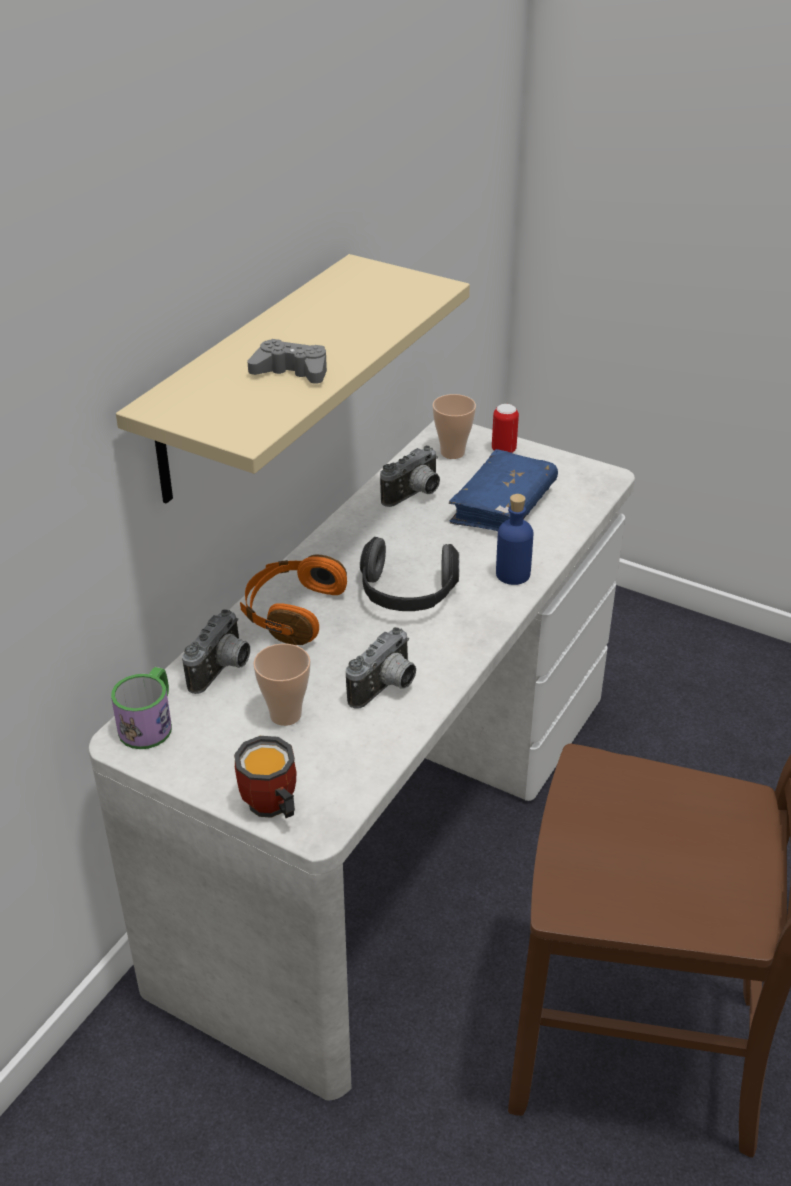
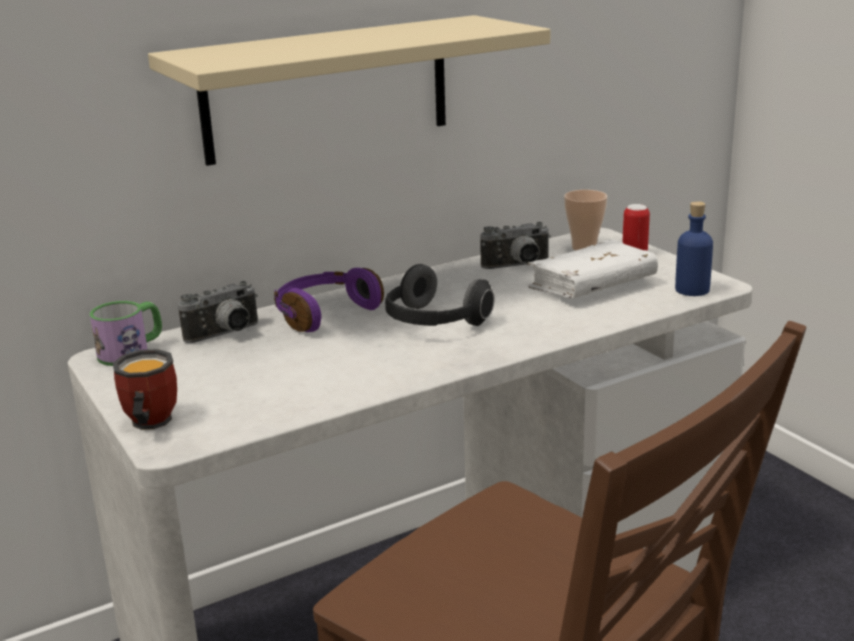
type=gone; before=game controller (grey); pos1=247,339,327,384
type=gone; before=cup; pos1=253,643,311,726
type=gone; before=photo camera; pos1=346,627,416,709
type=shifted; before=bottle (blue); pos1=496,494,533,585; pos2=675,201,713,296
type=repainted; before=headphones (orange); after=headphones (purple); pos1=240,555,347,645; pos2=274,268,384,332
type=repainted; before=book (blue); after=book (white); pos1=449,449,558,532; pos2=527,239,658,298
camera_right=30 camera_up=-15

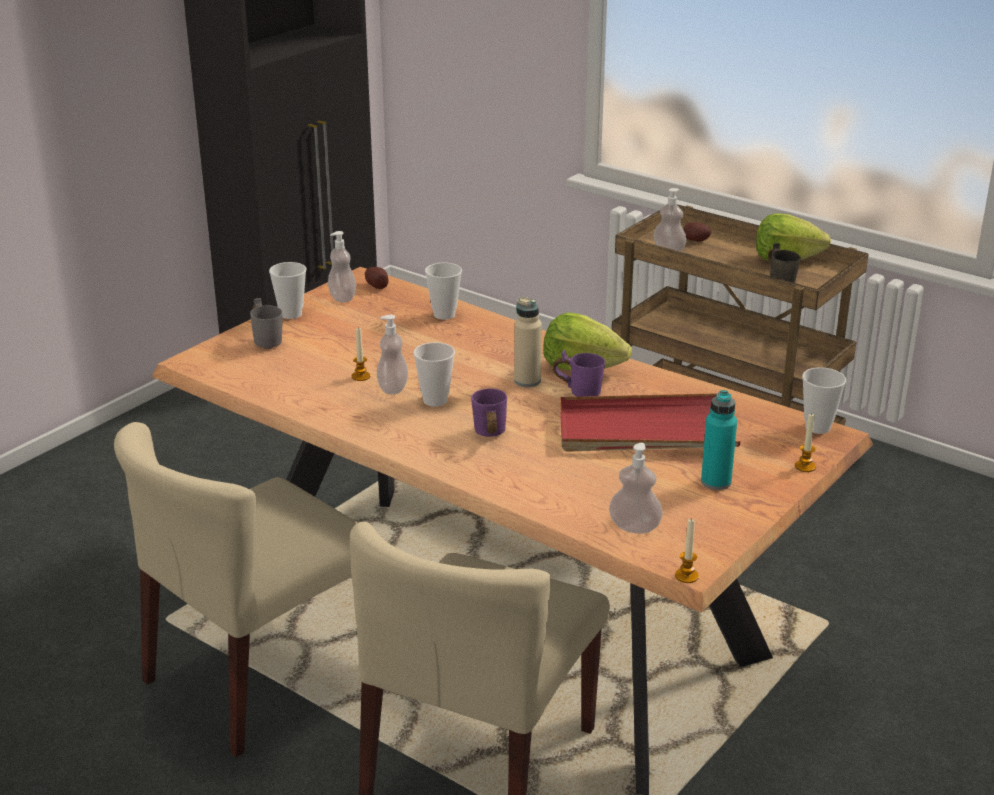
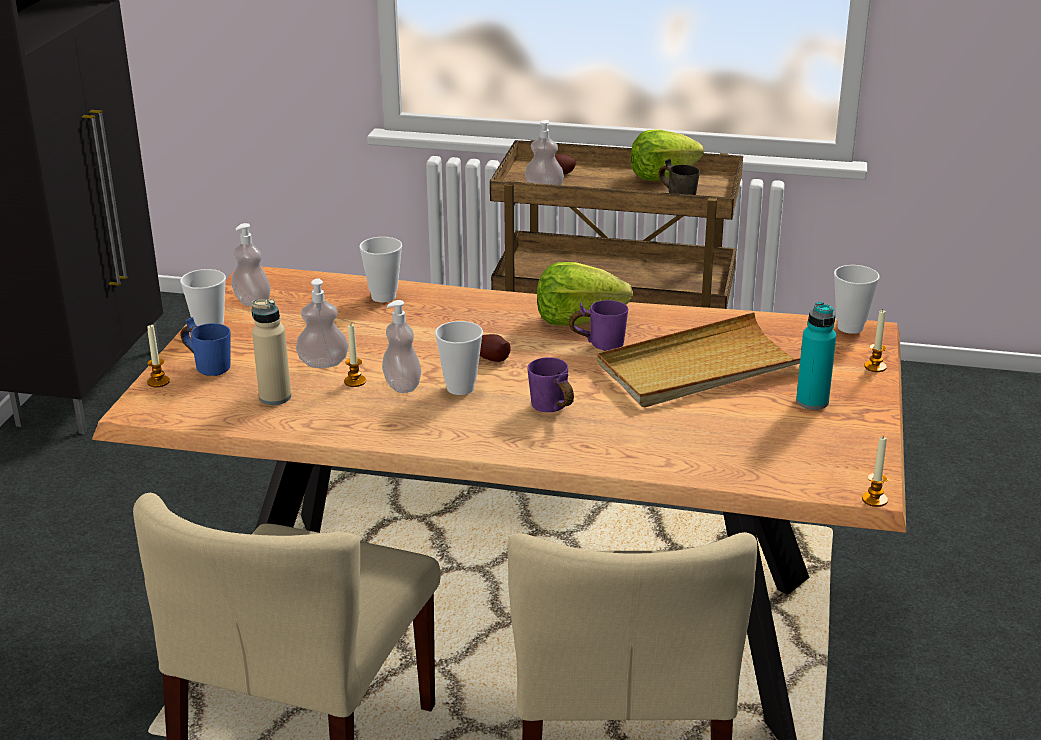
type=new; after=candle; pos2=147,325,170,388
type=shifted; before=potato; pos1=365,267,389,289; pos2=480,334,511,362
type=shifted; before=bottle (beige); pos1=514,297,542,387; pos2=252,299,291,405
type=shifted; before=soap dispenser; pos1=609,443,663,534; pos2=296,279,348,368
type=repainted; before=mug (grey); after=mug (blue); pos1=250,298,283,349; pos2=181,317,230,376
type=repainted; before=tray (red); after=tray (beige); pos1=560,393,741,452; pos2=597,312,800,407
camera_right=-25 camera_up=0

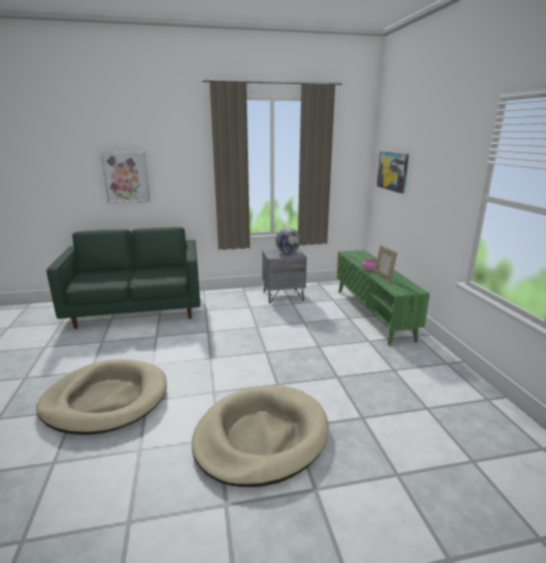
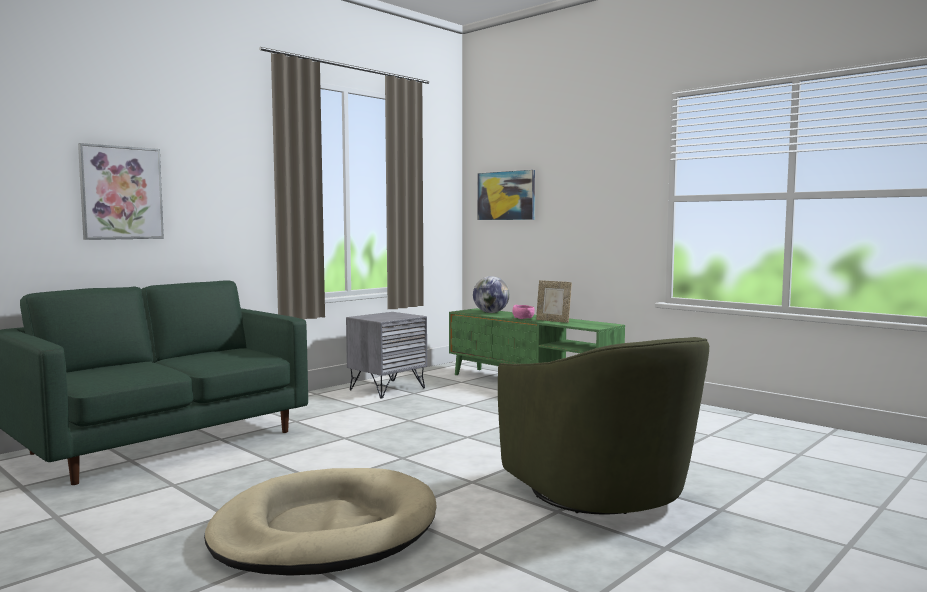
type=shifted; before=globe; pos1=275,228,301,253; pos2=473,276,510,313
type=swapped; before=dog bed (beige); after=armchair (green); pos1=192,385,329,487; pos2=498,337,709,514
camera_right=-35 camera_up=-15

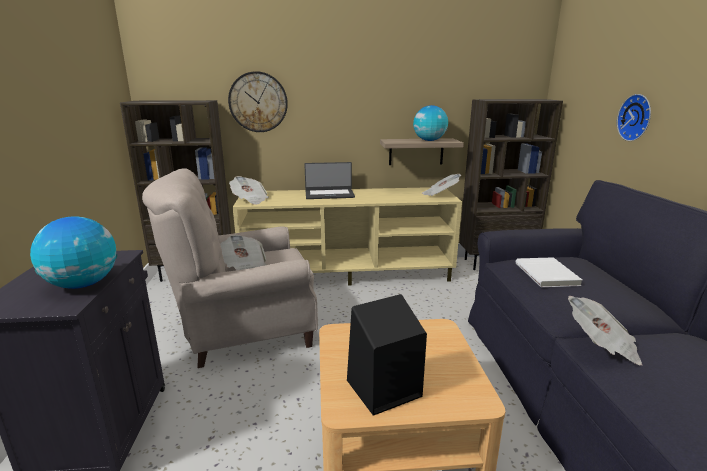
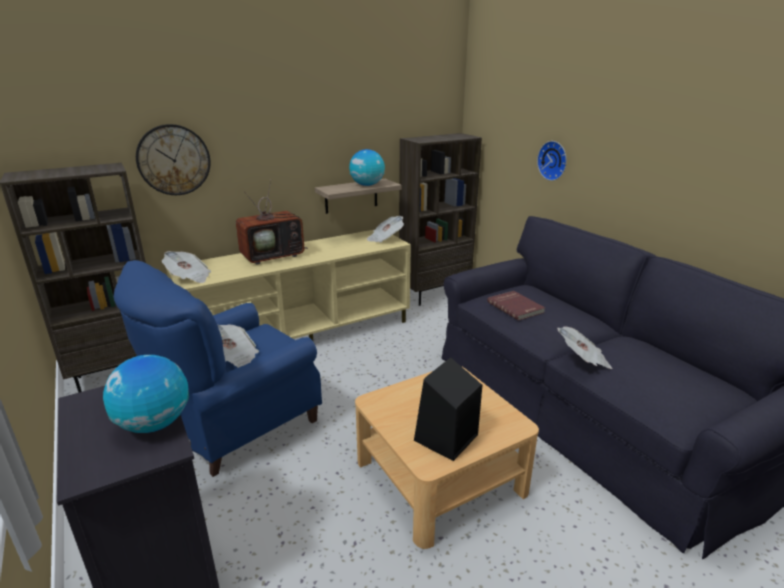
type=swapped; before=laptop; after=television; pos1=304,162,355,199; pos2=236,181,307,264
type=repainted; before=armchair (beige); after=armchair (blue); pos1=142,168,318,368; pos2=114,260,322,477
type=repainted; before=book (white); after=book (red); pos1=516,257,582,287; pos2=487,291,545,321
camera_right=-25 camera_up=5

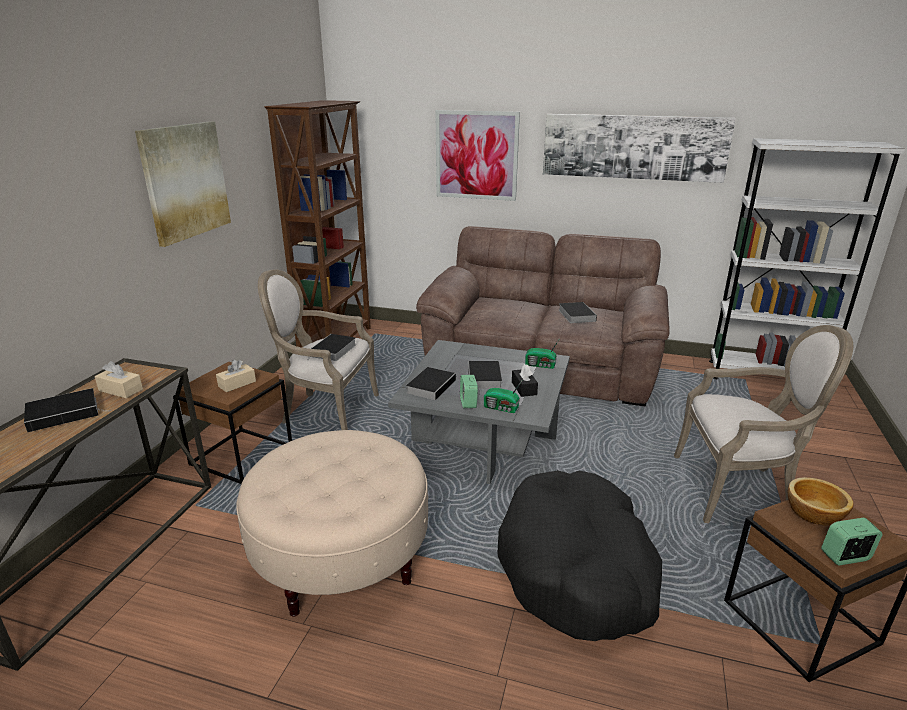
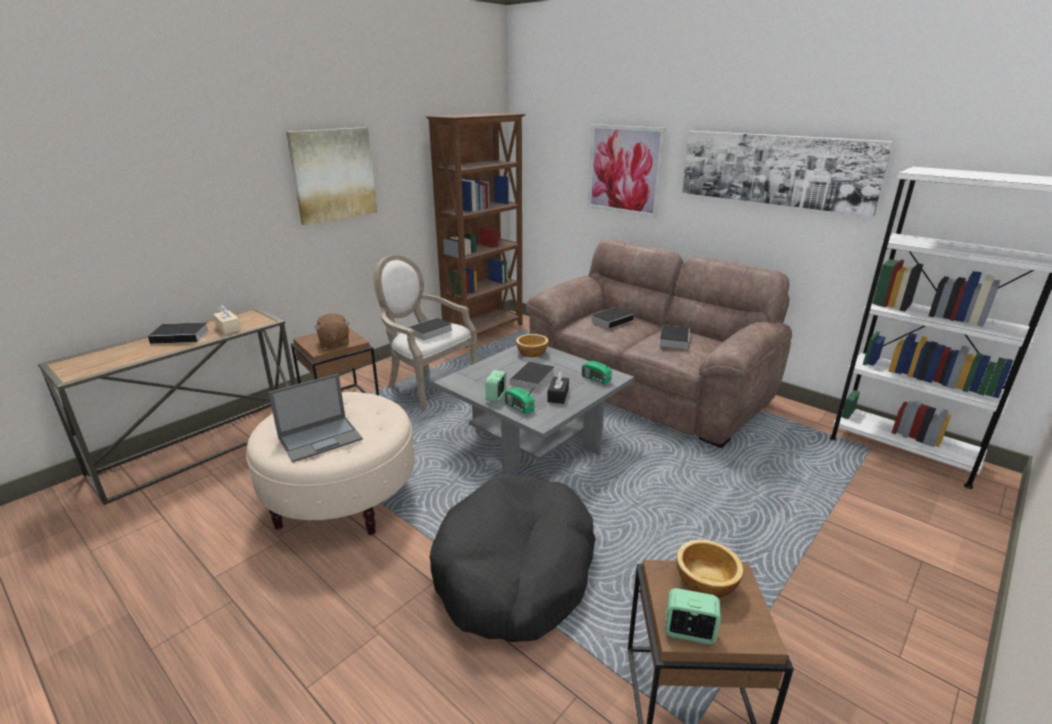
type=gone; before=armchair; pos1=674,325,853,523
type=new; after=laptop; pos2=268,374,363,462
type=new; after=bowl; pos2=516,334,549,357
type=shifted; before=book; pos1=406,367,456,400; pos2=591,307,634,328
type=swapped; before=tissue box (beige); after=plush toy (brown); pos1=216,360,256,392; pos2=314,313,350,349
camera_right=25 camera_up=0

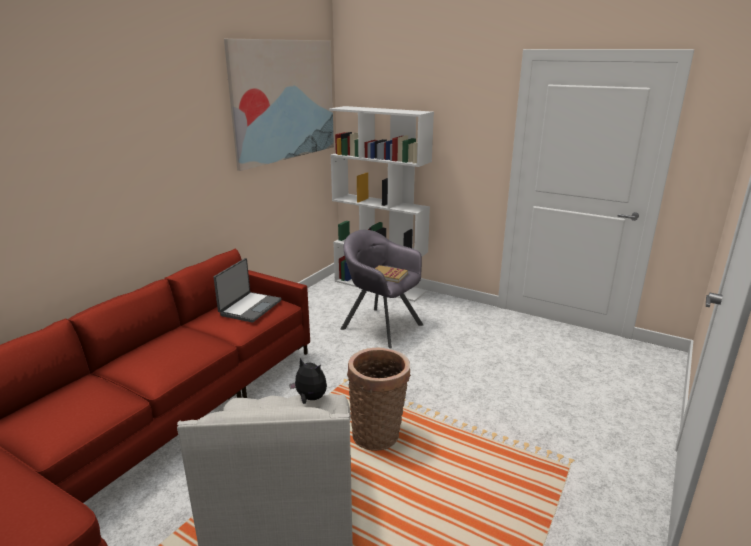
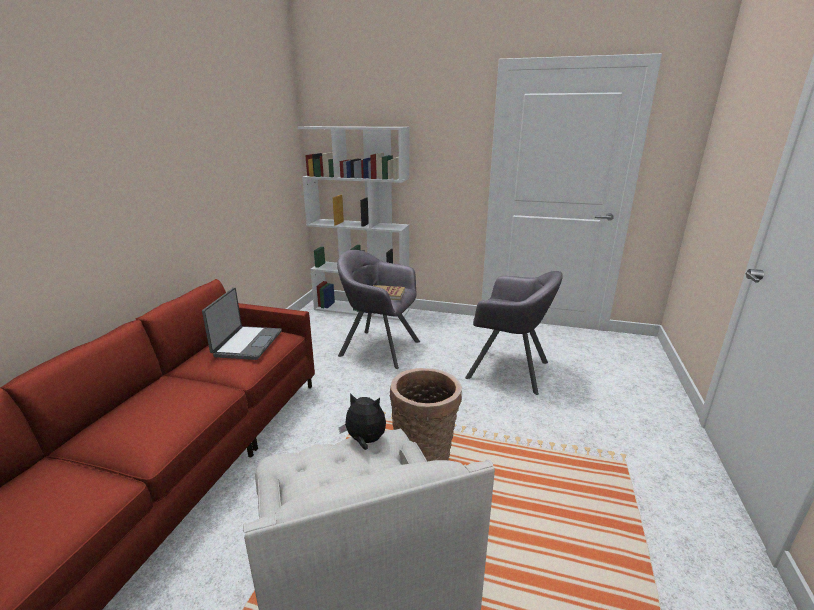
type=gone; before=picture; pos1=224,39,334,171
type=new; after=armchair (grey); pos2=465,271,563,395
camera_right=-15 camera_up=0

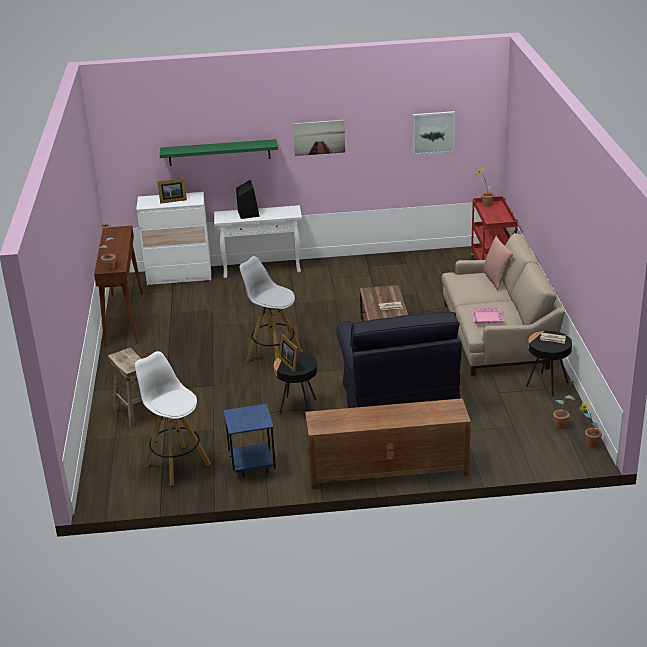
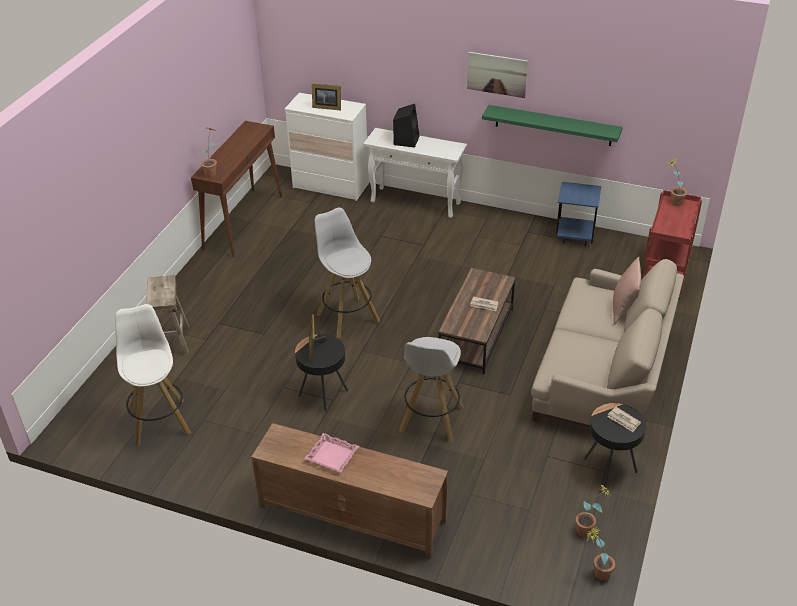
type=gone; before=picture; pos1=413,111,455,155
type=shifted; before=shelf (green); pos1=160,139,278,166; pos2=482,105,623,146
type=shifted; before=side table (blue); pos1=223,404,276,477; pos2=556,182,601,246
type=shifted; before=tray (pink); pos1=471,307,504,324; pos2=304,433,359,473
type=swapped; before=armchair (black); after=stool (white); pos1=336,311,462,408; pos2=399,337,464,442
camera_right=25 camera_up=10

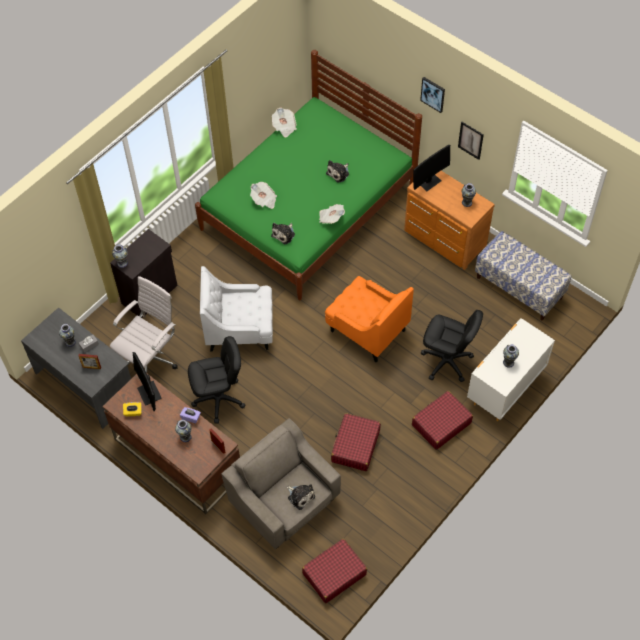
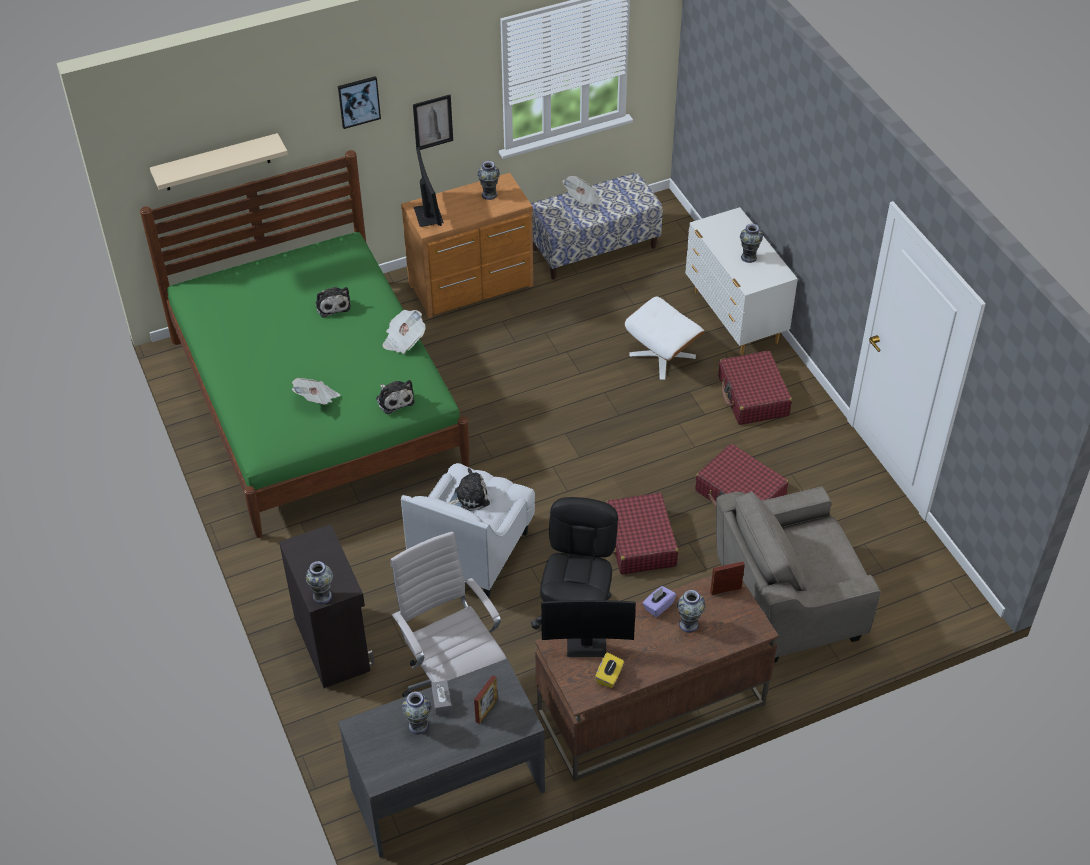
type=gone; before=armchair (orange); pos1=325,276,414,363
type=new; after=shelf (beige); pos2=150,133,288,190
type=shifted; before=newspaper; pos1=272,107,297,137; pos2=563,176,602,206
type=shifted; before=plush toy; pos1=286,484,315,510; pos2=448,468,490,511
type=shifted; before=suitcase (red); pos1=302,539,367,603; pos2=606,493,679,575
type=swapped; before=office chair (black); after=ottoman (white); pos1=421,310,483,382; pos2=624,296,705,380
camera_right=-65 camera_up=-10

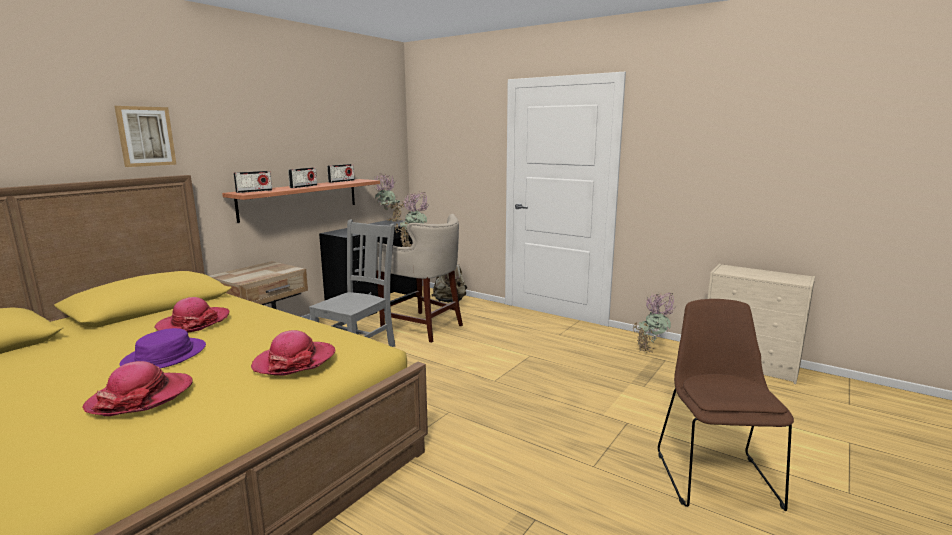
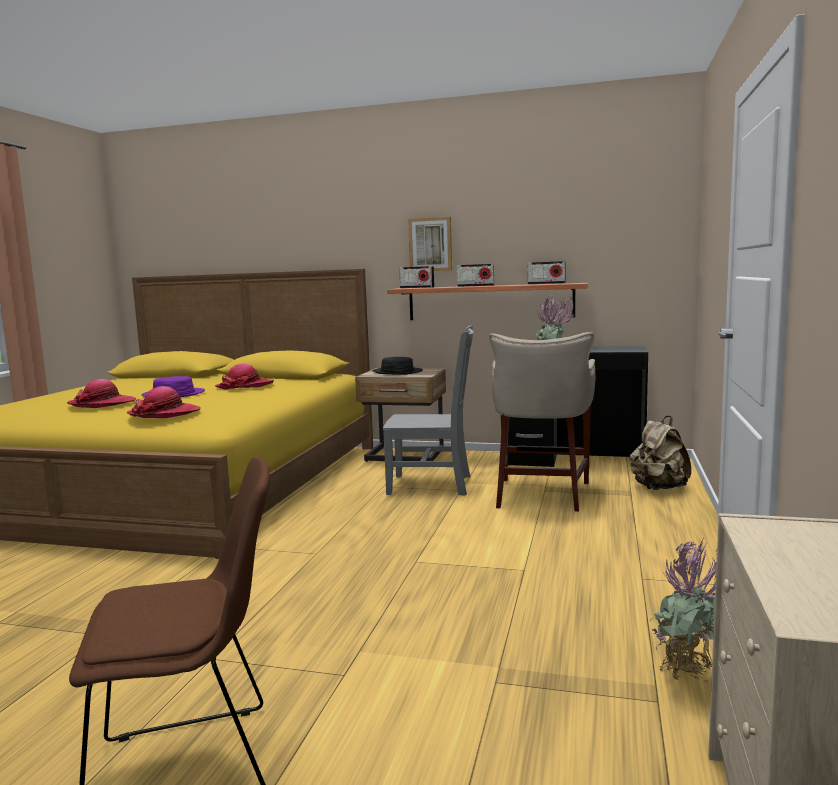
type=gone; before=potted plant; pos1=374,173,405,222
type=new; after=hat (black); pos2=373,357,423,375
type=shifted; before=picture; pos1=115,106,177,167; pos2=408,217,452,271
camera_right=70 camera_up=-5

